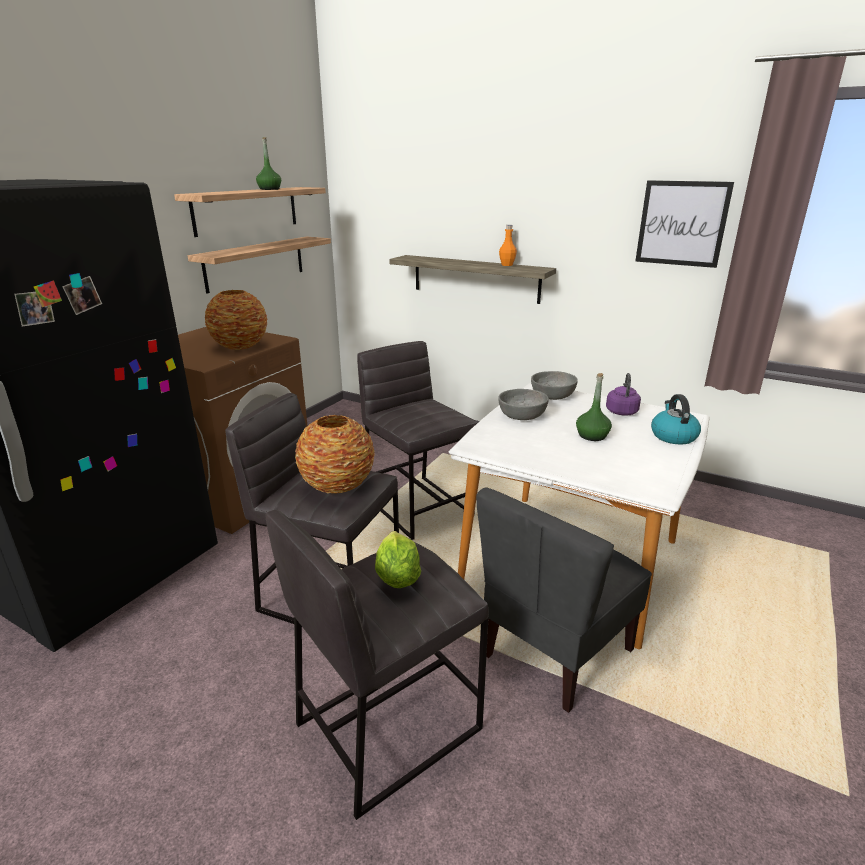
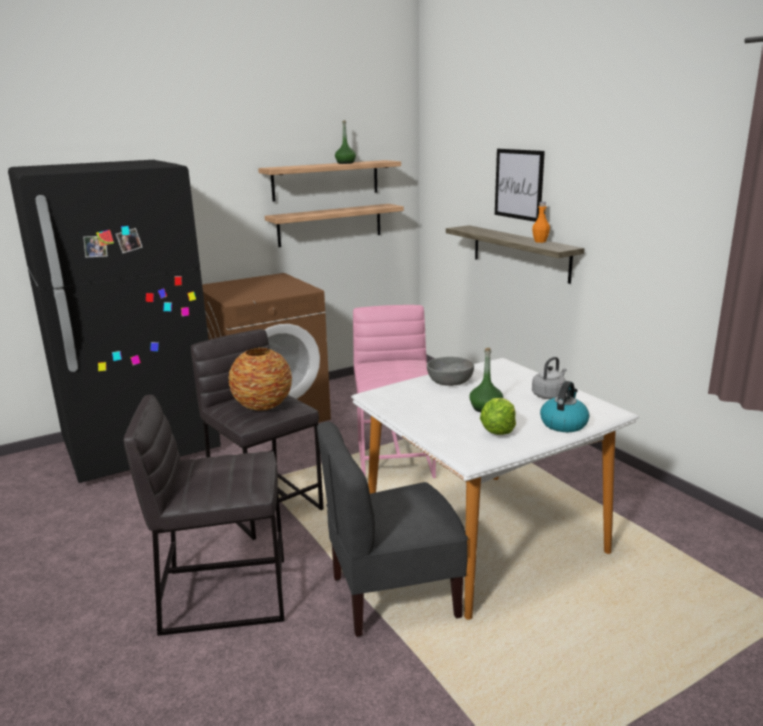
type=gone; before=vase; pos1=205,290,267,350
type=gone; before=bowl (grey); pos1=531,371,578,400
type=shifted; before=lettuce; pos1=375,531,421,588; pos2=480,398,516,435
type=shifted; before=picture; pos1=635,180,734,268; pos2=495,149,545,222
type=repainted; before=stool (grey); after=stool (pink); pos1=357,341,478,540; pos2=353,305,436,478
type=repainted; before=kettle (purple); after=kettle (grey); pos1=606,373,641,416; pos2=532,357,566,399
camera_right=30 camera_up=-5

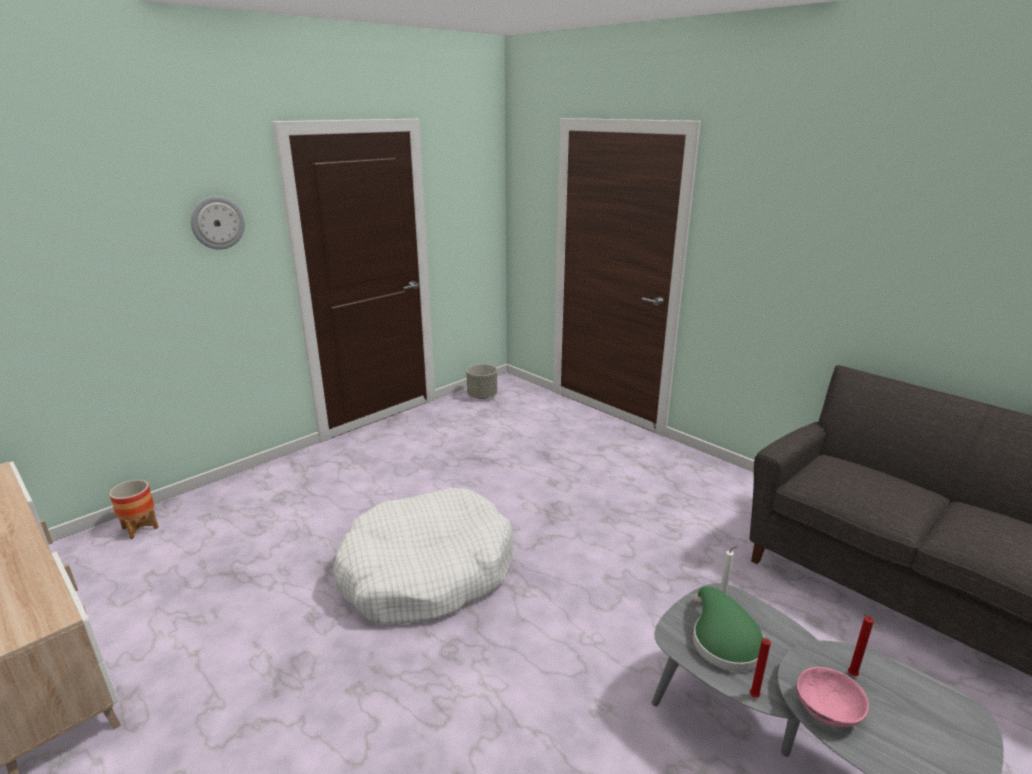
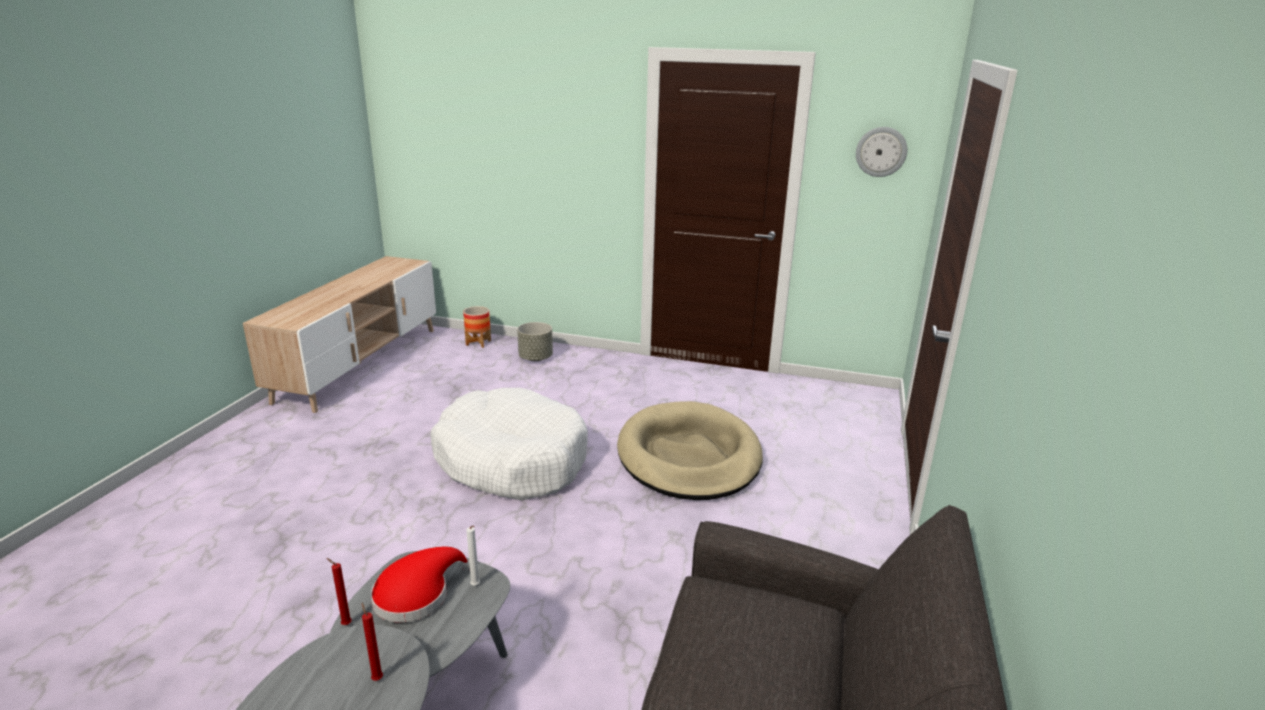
type=gone; before=bowl (pink); pos1=796,667,869,728
type=new; after=dog bed (beige); pos2=617,401,763,500
type=shifted; before=wall clock; pos1=191,196,245,250; pos2=856,127,907,177
type=shifted; before=planter (grey); pos1=466,364,497,399; pos2=517,322,553,361
type=repainted; before=hat (green); after=hat (red); pos1=693,586,765,672; pos2=371,547,470,623
camera_right=60 camera_up=0

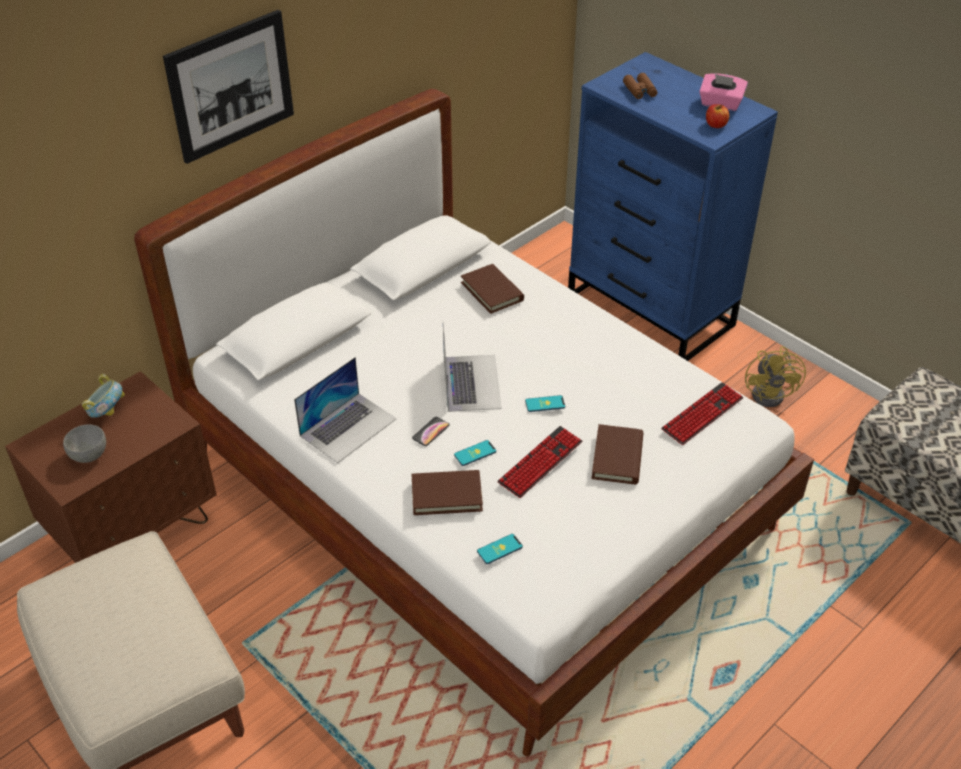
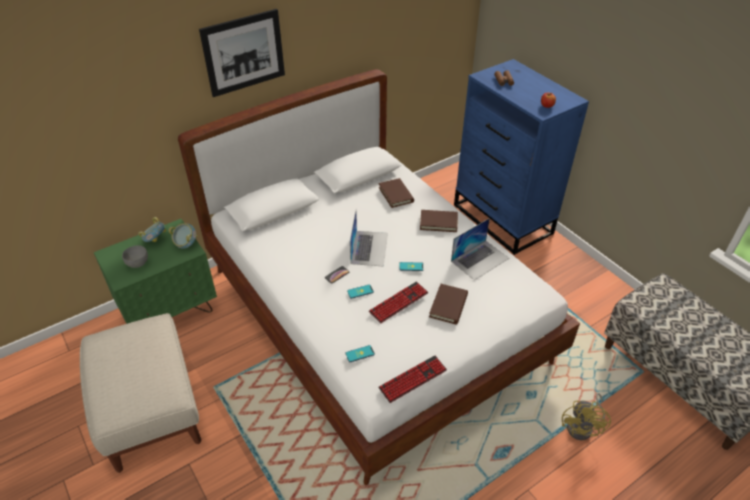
type=gone; before=tissue box (pink); pos1=699,73,748,111
type=new; after=bowl; pos2=169,223,197,249
type=shifted; before=laptop; pos1=294,357,396,463; pos2=451,218,509,280
type=shifted; before=book (brown); pos1=412,470,483,515; pos2=420,210,458,232
type=shifted; before=keyboard; pos1=661,382,743,445; pos2=378,355,447,403
type=shifted; before=fan (yellow); pos1=745,346,806,407; pos2=562,393,611,440
type=repainted; before=nightstand (brown); after=nightstand (green); pos1=5,371,217,563; pos2=94,219,217,324
camera_right=10 camera_up=0

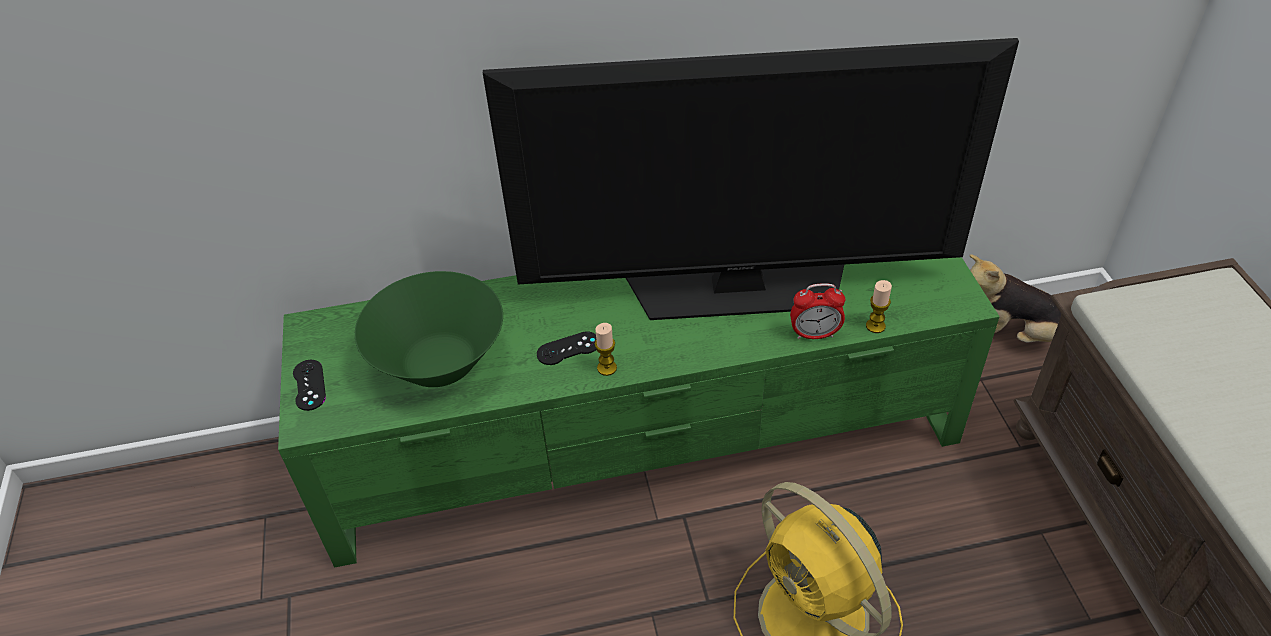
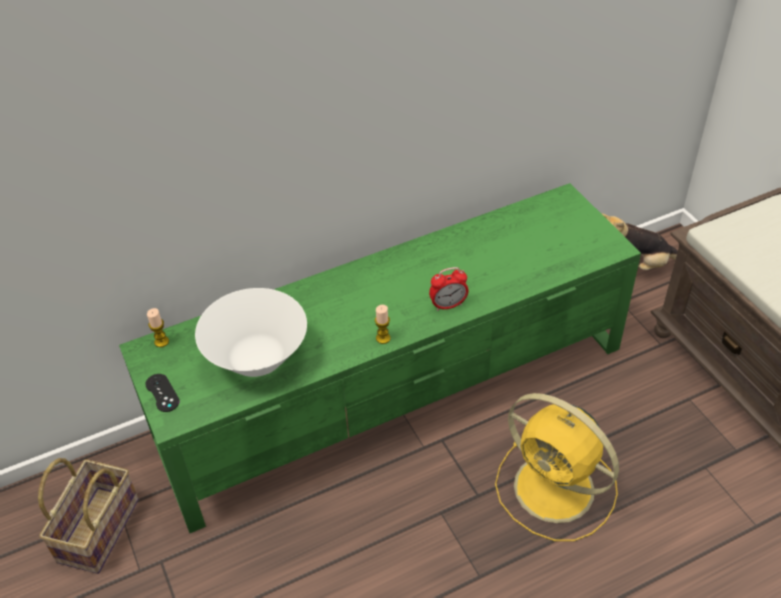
type=gone; before=television; pos1=483,38,1019,320
type=gone; before=game controller (black); pos1=537,332,596,365
type=new; after=basket; pos2=38,458,139,574
type=shifted; before=alarm clock; pos1=790,283,845,339; pos2=429,267,468,311
type=shifted; before=candle; pos1=866,280,892,333; pos2=147,308,169,347
type=repainted; before=bowl (green); after=bowl (white); pos1=355,271,503,387; pos2=195,288,307,377
camera_right=-15 camera_up=0

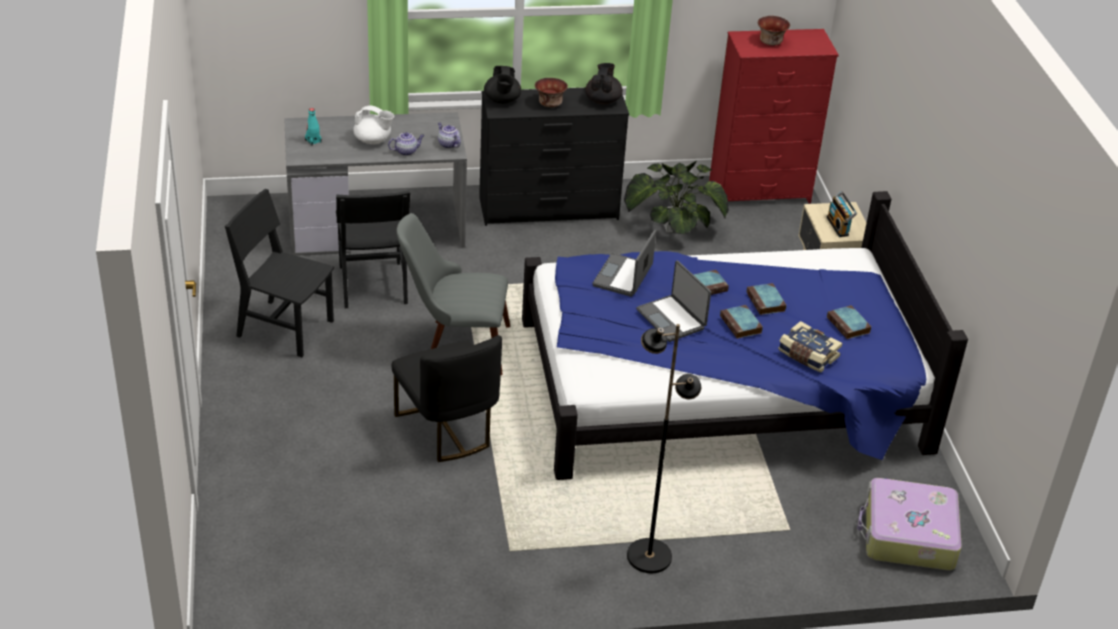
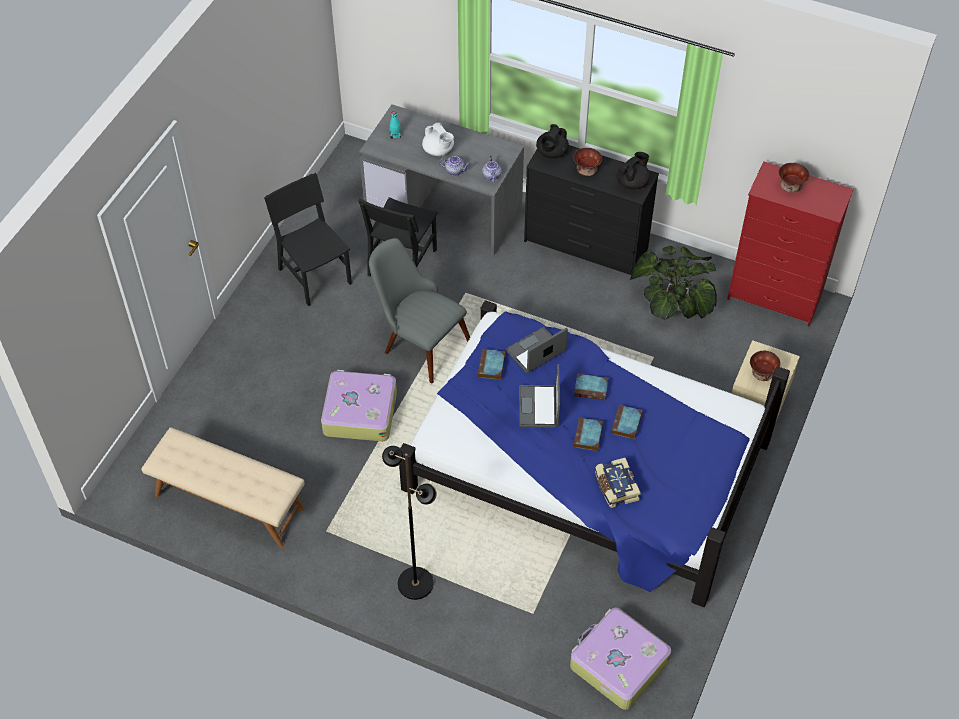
type=new; after=bench (beige); pos2=141,427,305,547
type=shifted; before=book; pos1=827,305,872,339; pos2=478,349,505,380
type=swapped; before=chair (black); after=suitcase; pos1=392,335,502,462; pos2=321,370,397,441
type=swapped; before=radio; after=bowl; pos1=827,191,857,237; pos2=750,351,781,381
camera_right=35 camera_up=15

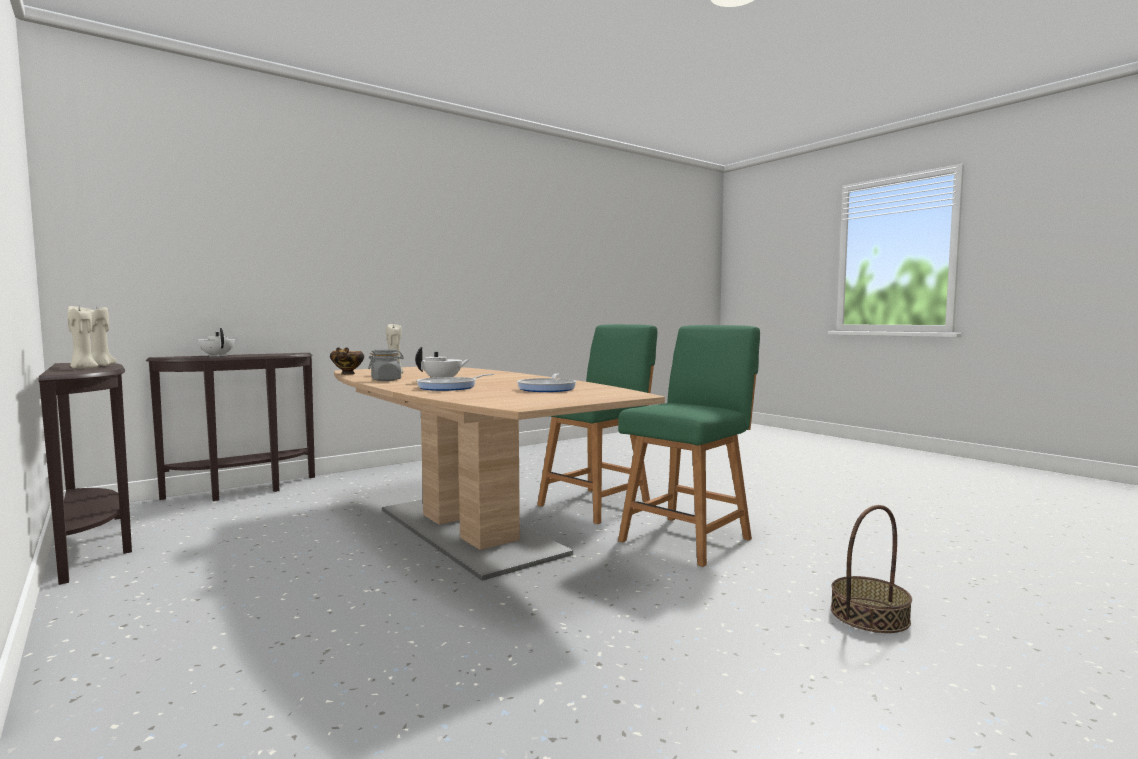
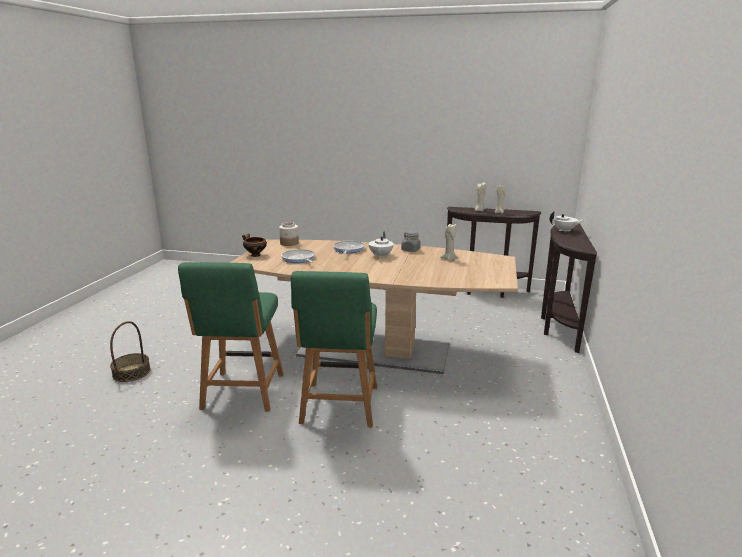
type=new; after=jar; pos2=279,222,299,246
type=shifted; before=bowl; pos1=330,347,364,375; pos2=242,233,267,257
camera_right=140 camera_up=15

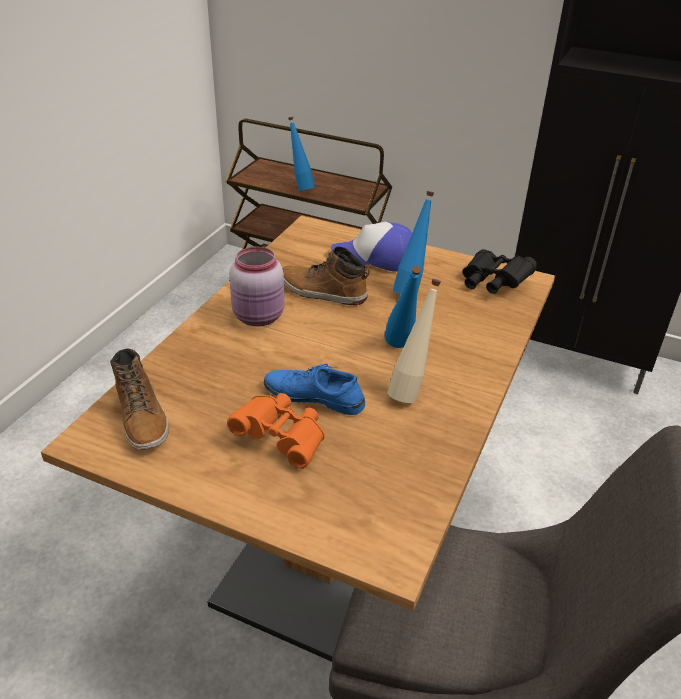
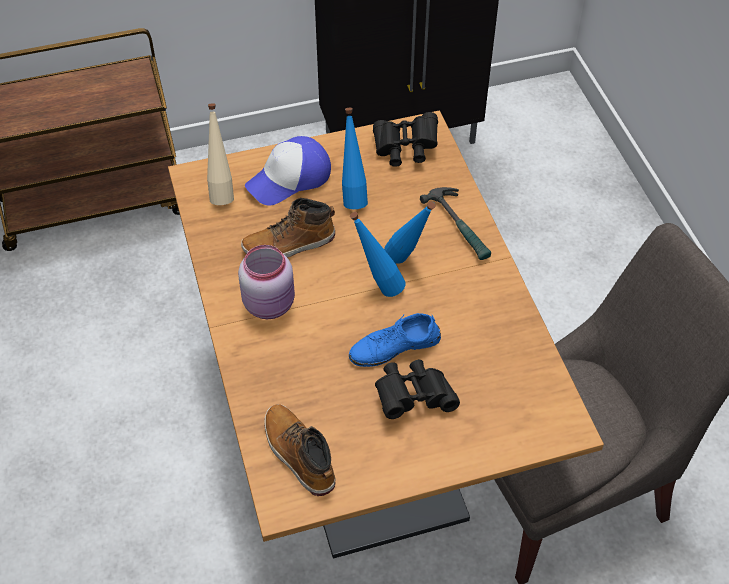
type=new; after=hammer; pos2=420,187,491,260
type=shifted; before=bottle (blue); pos1=288,117,315,191; pos2=350,212,406,297
type=shifted; before=bottle (beige); pos1=387,279,441,403; pos2=207,103,234,205
type=repainted; before=binoculars (orange); after=binoculars (black); pos1=227,393,325,469; pos2=375,360,460,419
type=rotated; before=boot; pos1=110,348,169,450; pos2=264,404,336,496; turn=-150
camera_right=-40 camera_up=15

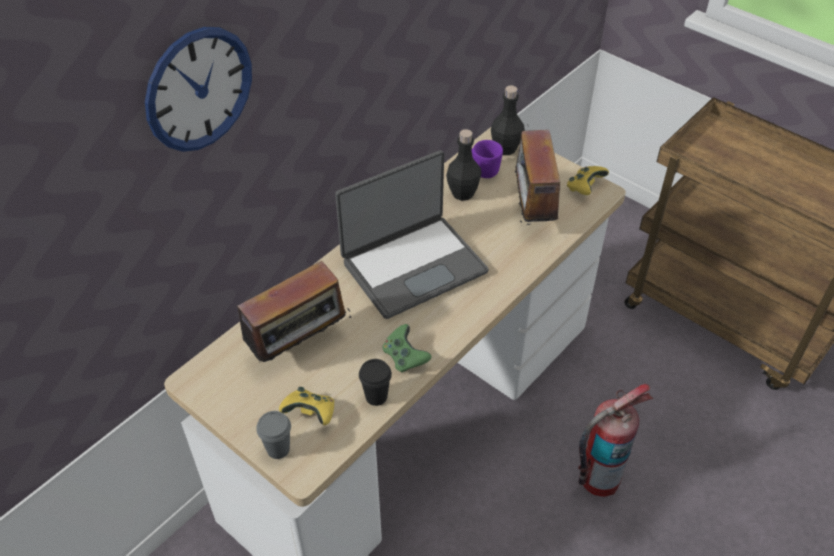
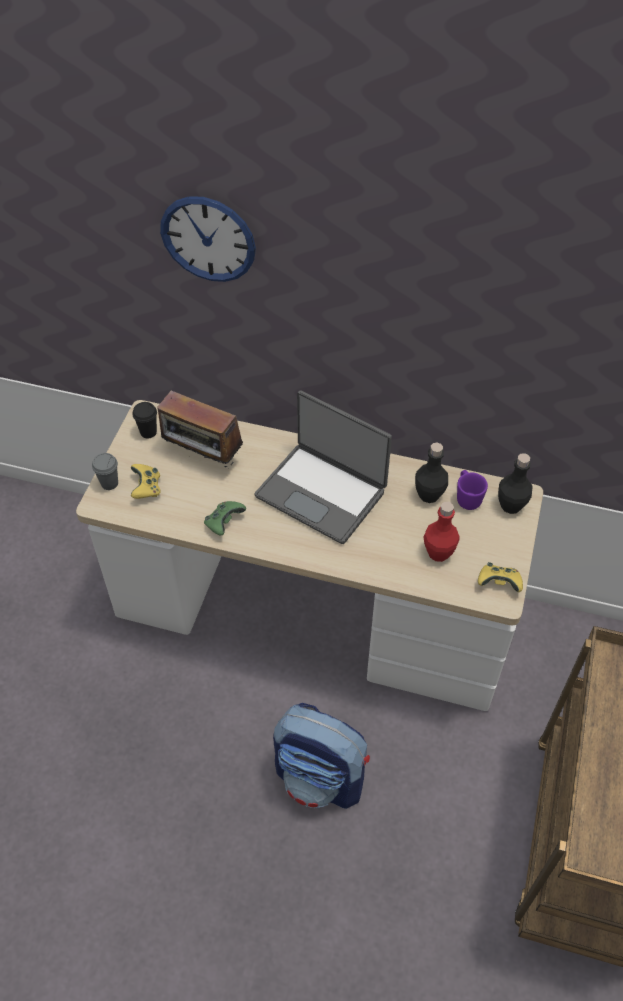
type=shifted; before=cup (black); pos1=359,359,392,406; pos2=132,402,157,438
type=swapped; before=radio; after=bottle (red); pos1=500,130,560,225; pos2=424,502,460,562
type=swapped; before=fire extinguisher; after=backpack; pos1=578,384,654,496; pos2=273,703,370,809
camera_right=65 camera_up=5

